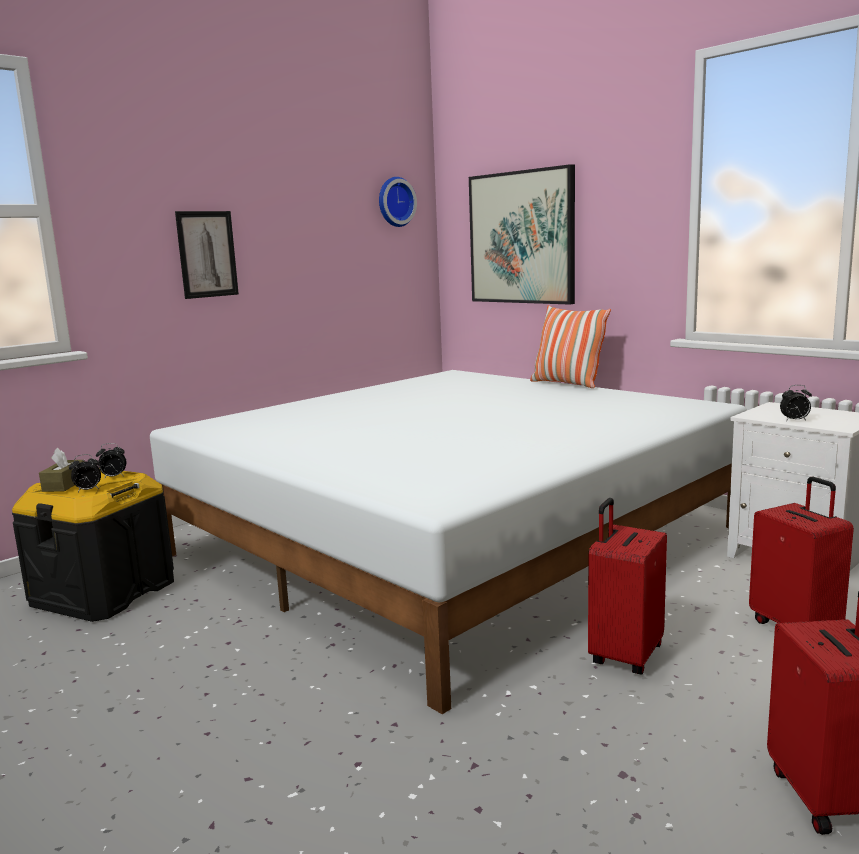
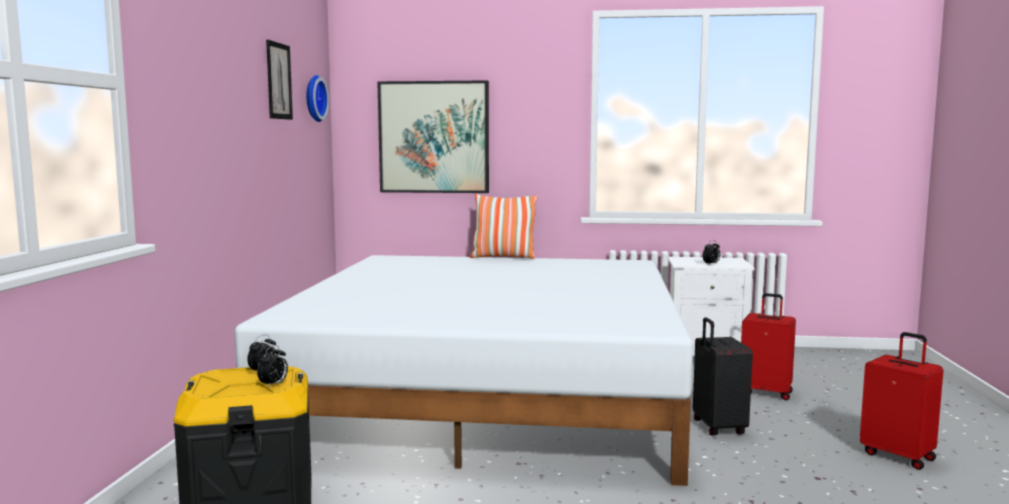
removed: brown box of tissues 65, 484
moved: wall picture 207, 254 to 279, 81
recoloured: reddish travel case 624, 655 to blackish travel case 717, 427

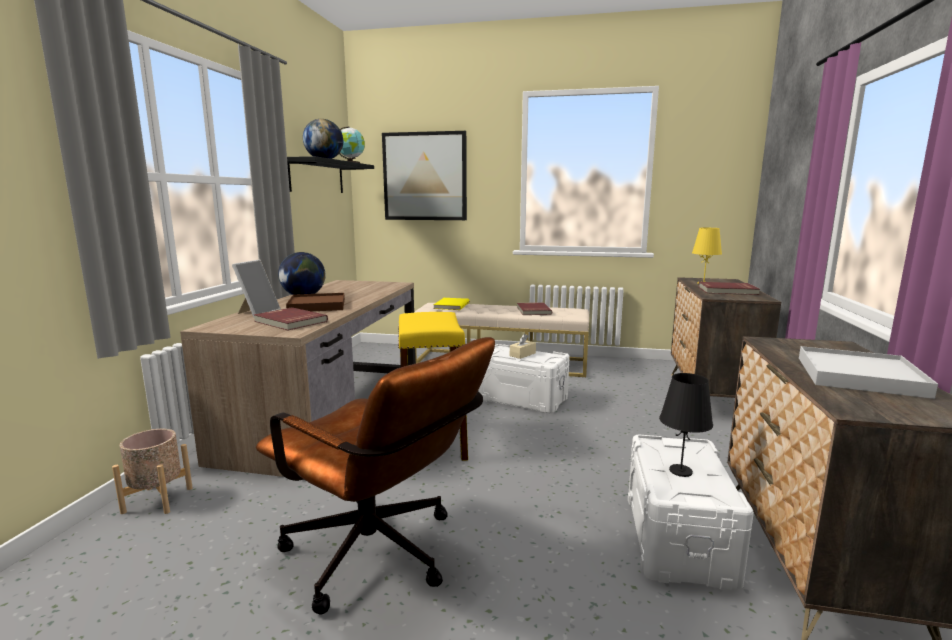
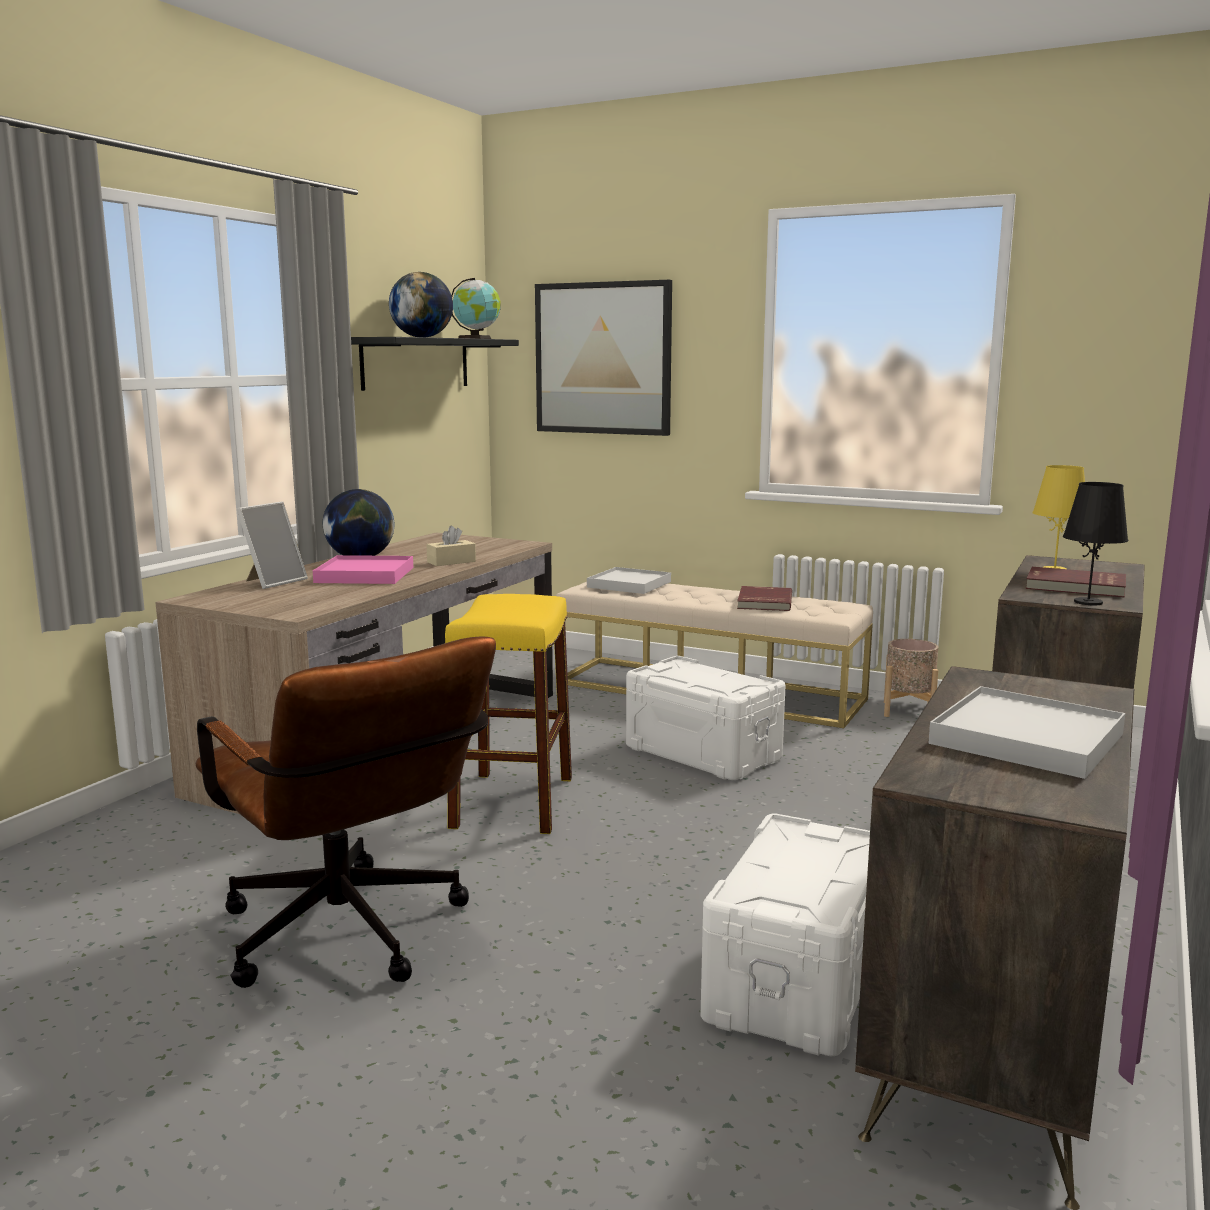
removed: reddish volume 289, 321
moved: beige planter 157, 500 to 908, 711; beige box of tissues 522, 354 to 451, 562; blackish tabletop lamp 680, 471 to 1087, 602
replaced: yellow volume 451, 305 to white tray 629, 584
recoloured: brown tray 317, 306 to pinkish tray 365, 575

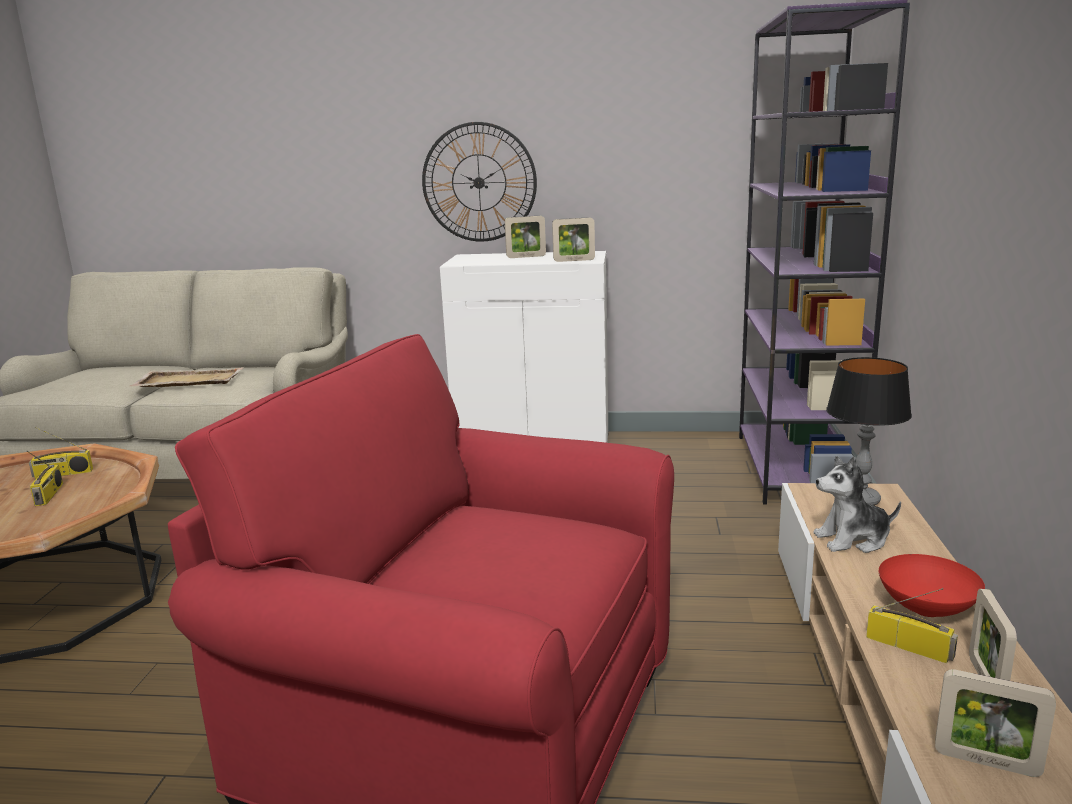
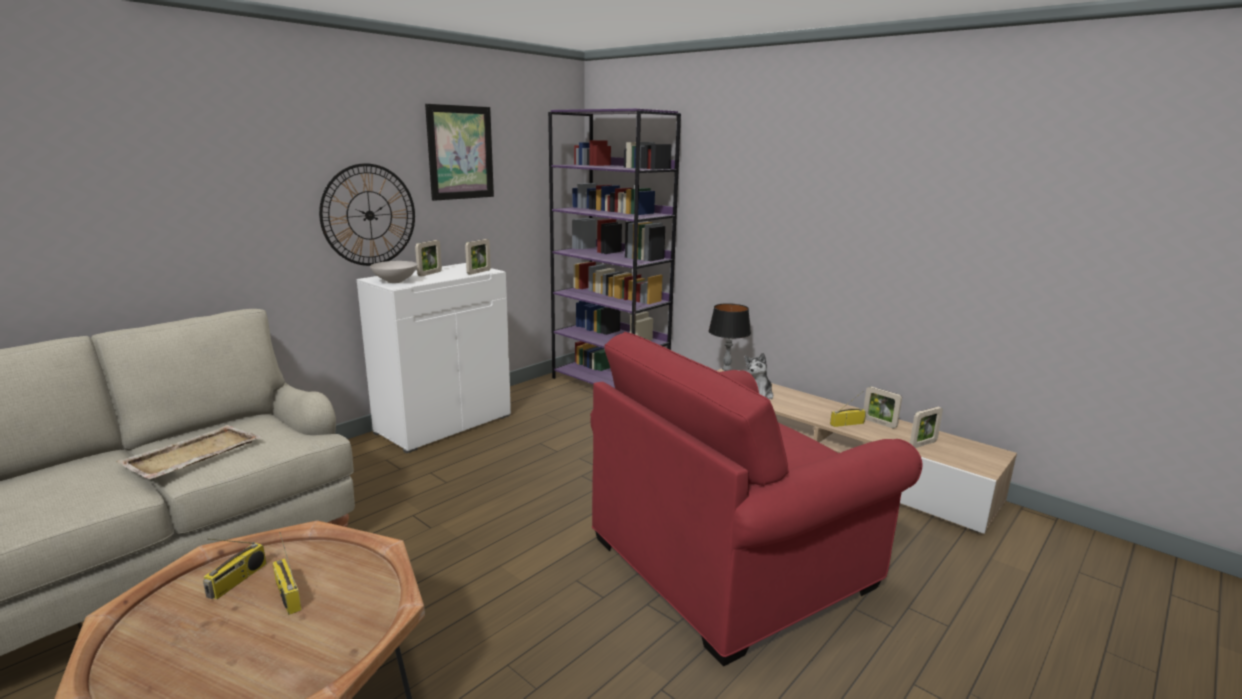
removed: reddish bowl 924, 608
added: white bowl 394, 281; wall picture 460, 152
turned: radio 49, 495 = 287, 595 150 degrees counterclockwise

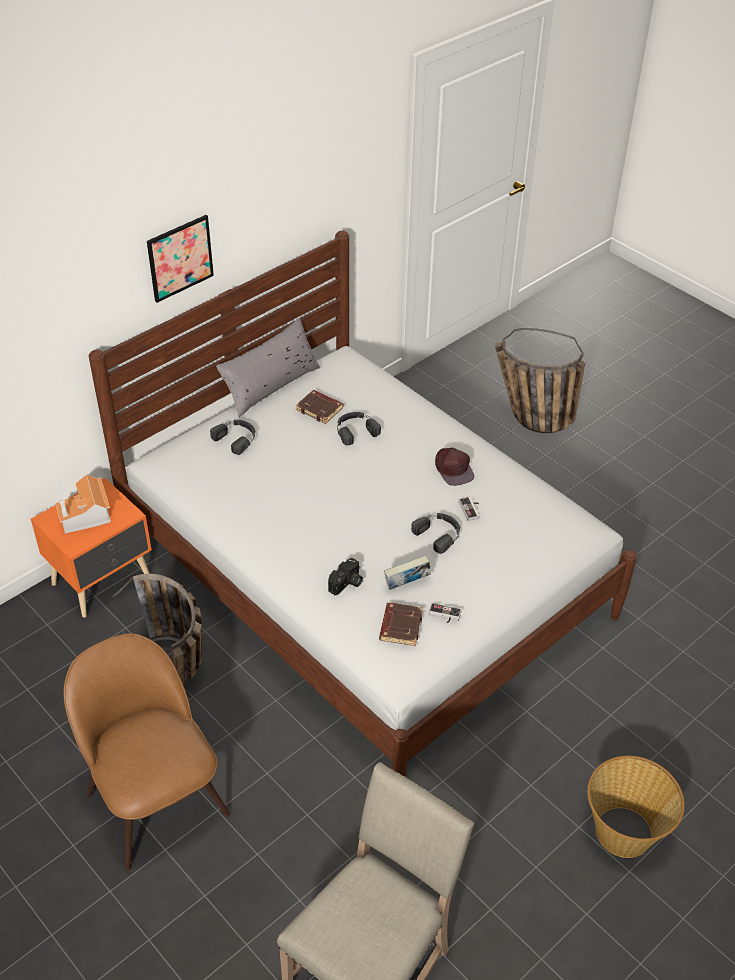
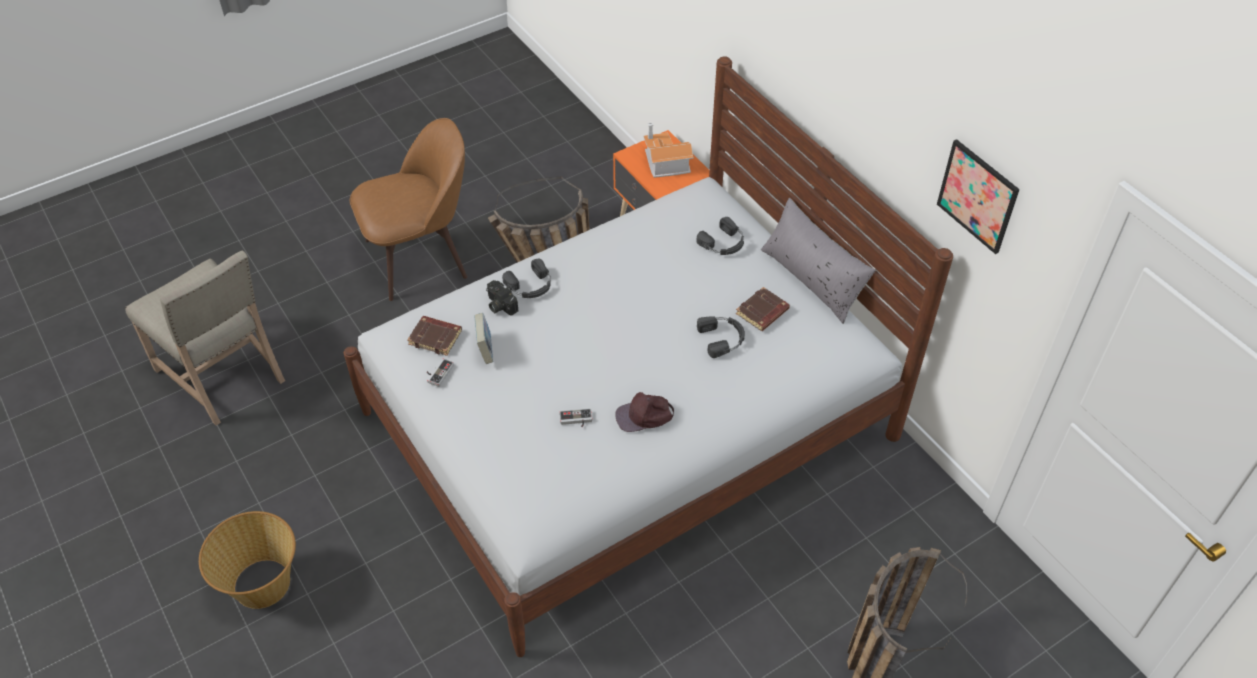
moved: wall picture 180, 258 to 977, 196; blackish headset 439, 533 to 530, 285

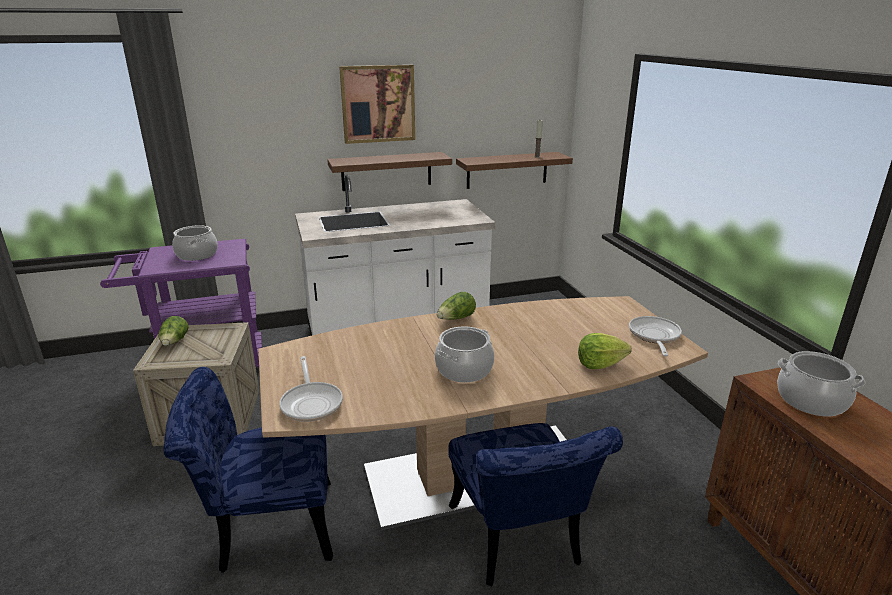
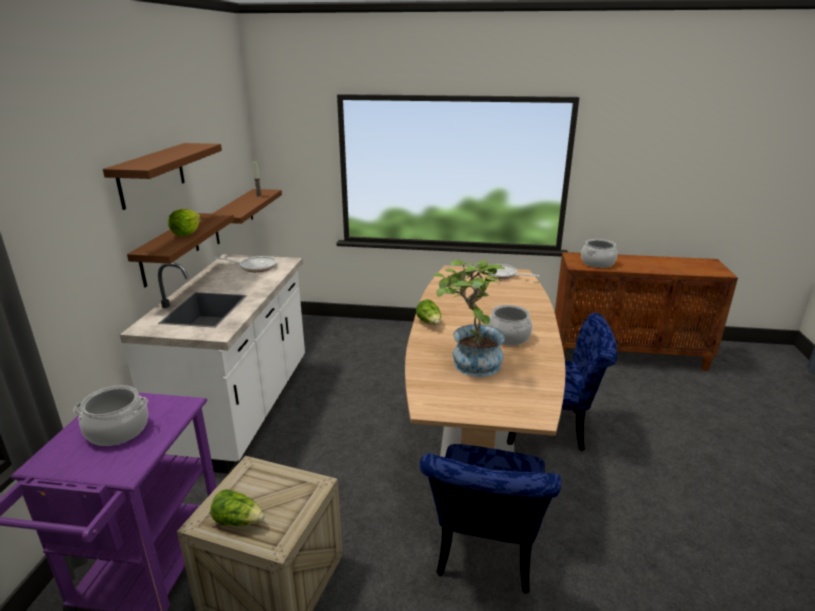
added: potted plant 469, 362
moved: skillet 311, 403 to 255, 267; lettuce head 600, 364 to 187, 233
replaced: wall picture 378, 104 to brown bracket shelf 152, 175

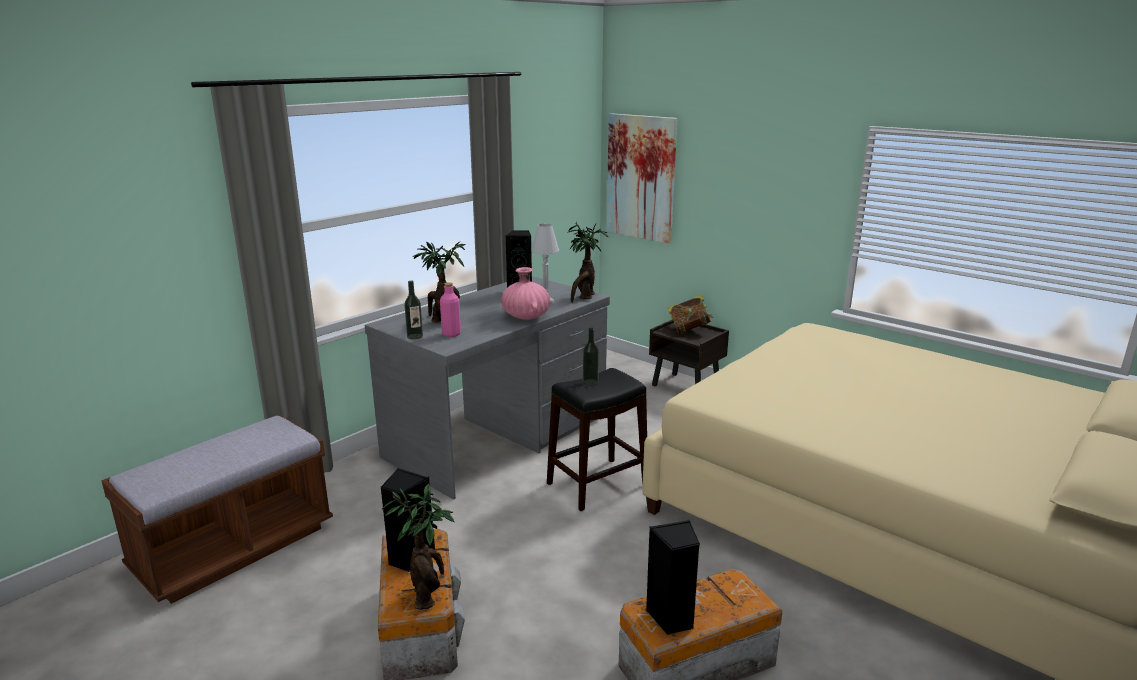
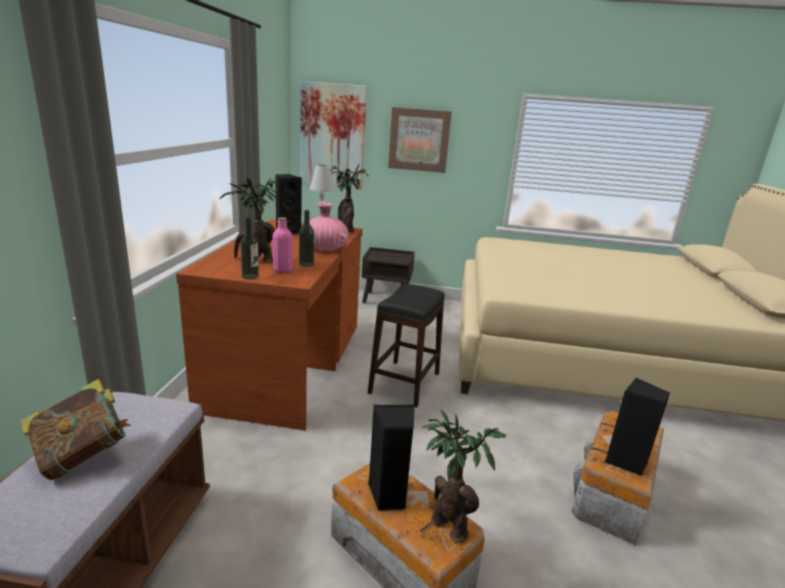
added: wall picture 419, 140
moved: beverage bottle 590, 382 to 306, 264; volume 689, 329 to 82, 455
recoloured: greyish desk table 499, 437 to brown desk table 288, 366

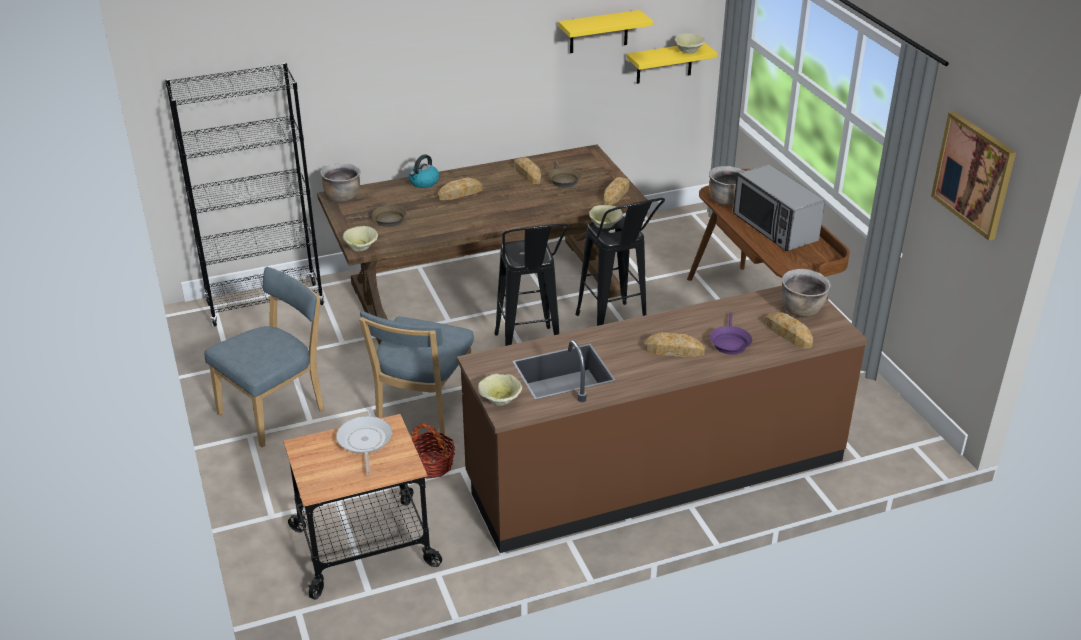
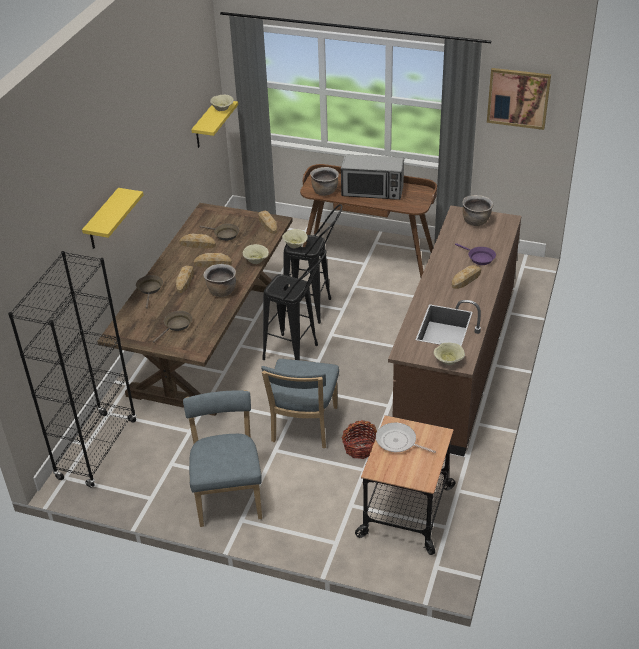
moved: brown stockpot 342, 197 to 221, 291; beige bowl 361, 248 to 256, 260; yellow bracket shelf 598, 32 to 103, 220; bakery bread 788, 333 to 212, 263
replaced: kettle 423, 182 to brown skillet 150, 289
turned: blue-coloured plain chair 422, 410 = 303, 427 45 degrees clockwise

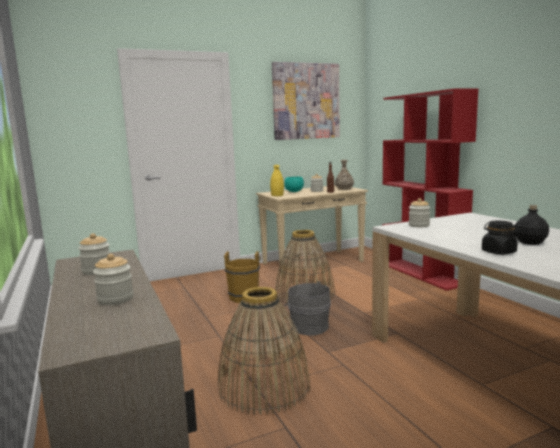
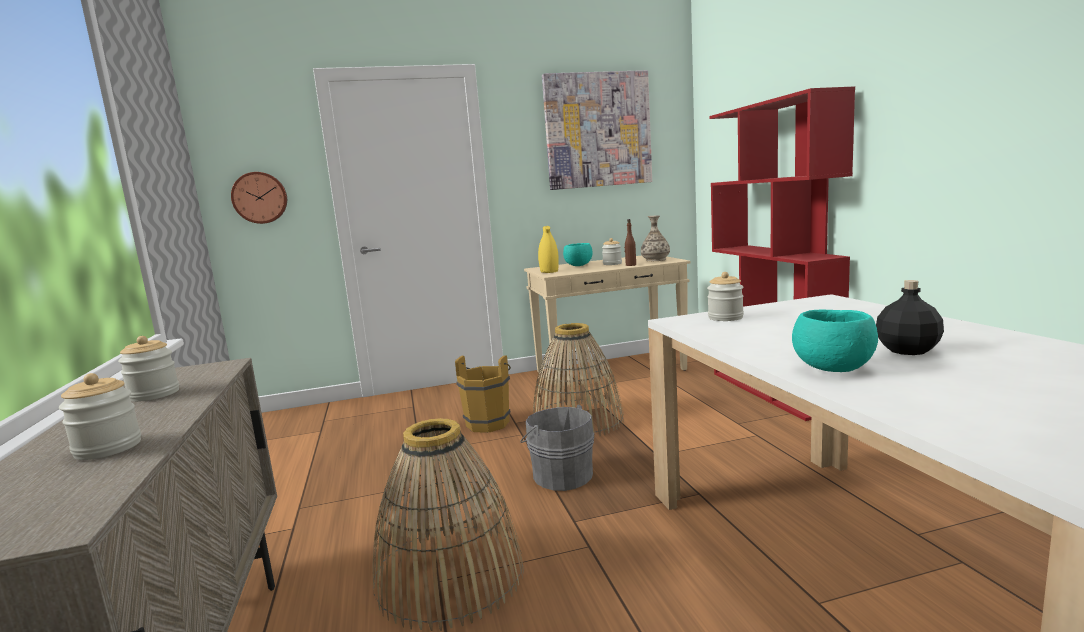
added: wall clock 260, 198
replaced: blackish jar 498, 252 to turquoise-coloured bowl 833, 369

